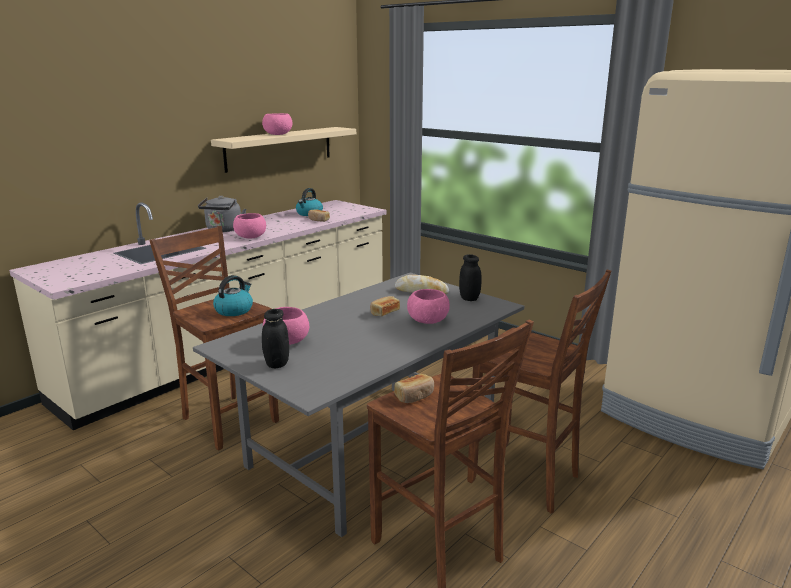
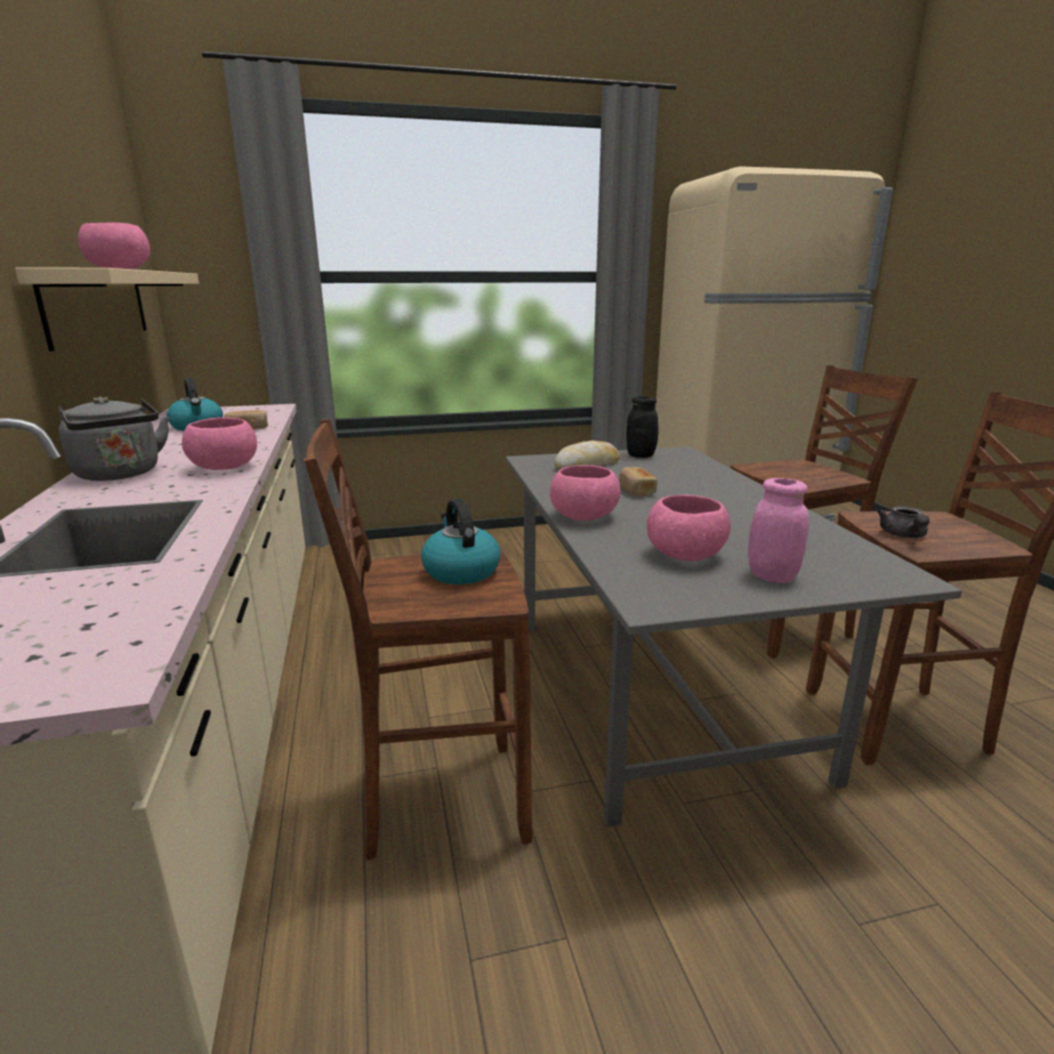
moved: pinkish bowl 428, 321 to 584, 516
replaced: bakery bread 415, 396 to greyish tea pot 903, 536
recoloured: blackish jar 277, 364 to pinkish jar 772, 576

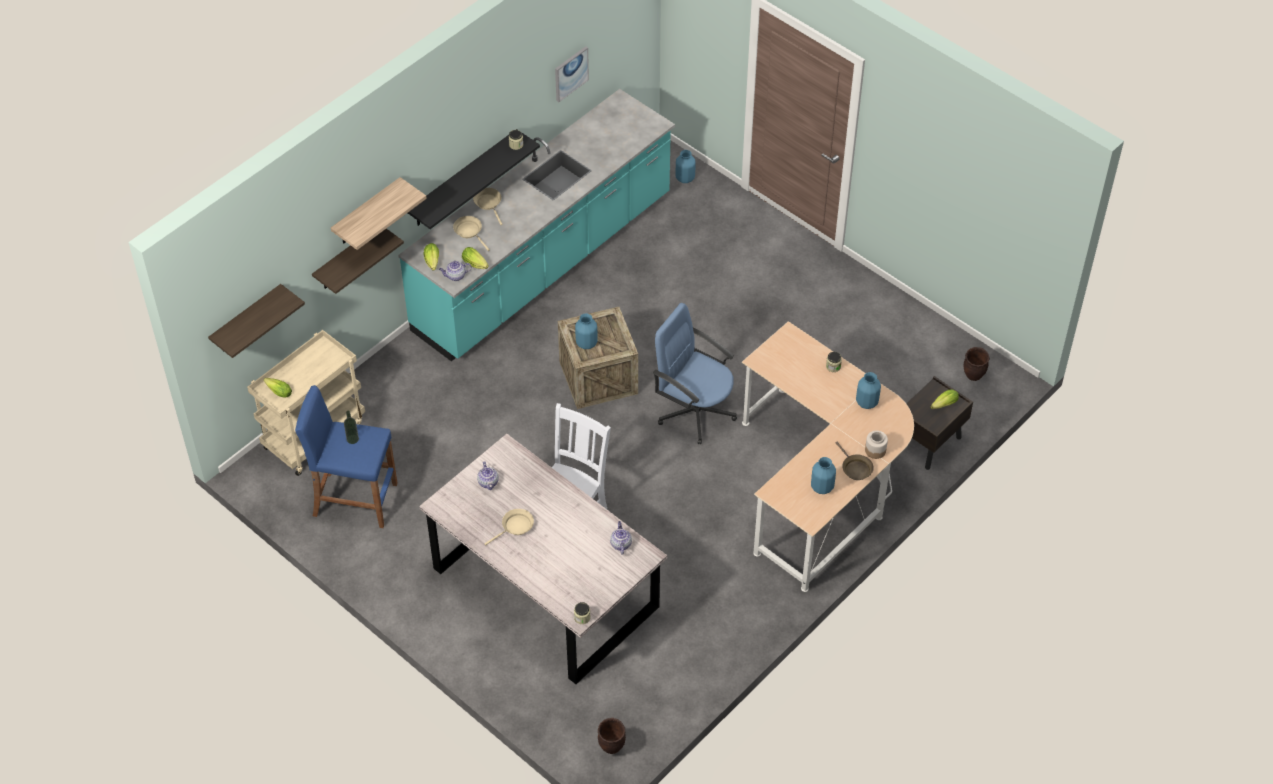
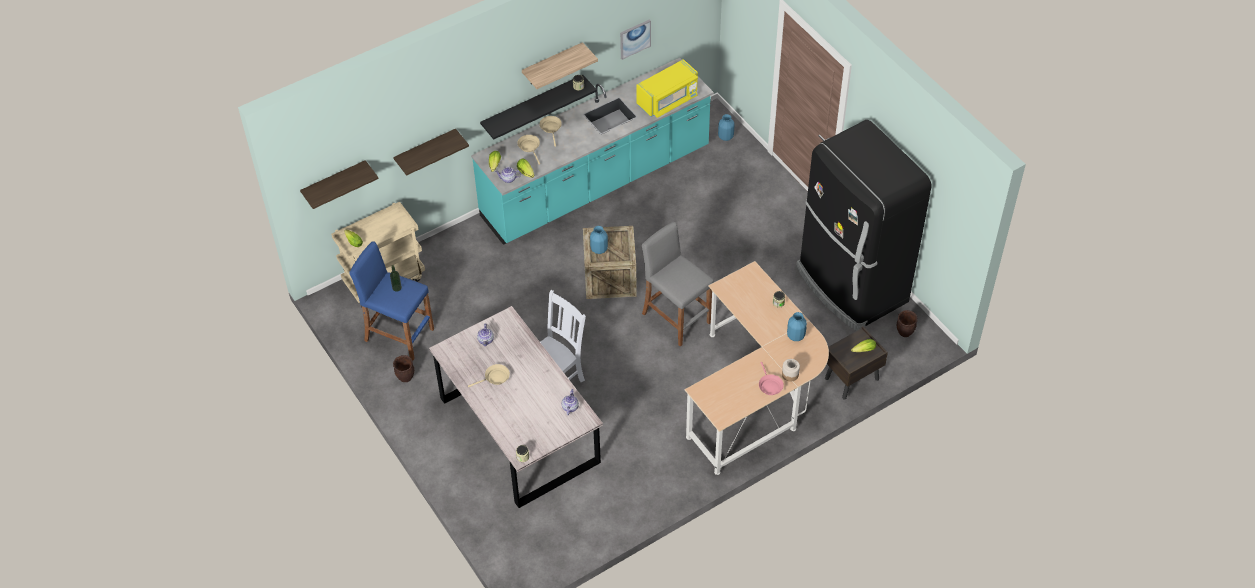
removed: blue-coloured flower vase 822, 487
added: yellow microwave oven 668, 100; blackish fridge 850, 286
moved: bracket shelf 367, 213 to 552, 64; brown planter 611, 747 to 405, 378
replaced: blue-coloured computer chair 695, 411 to greyish stool 676, 318
recoloured: brown skillet 855, 468 to pinkish skillet 769, 385

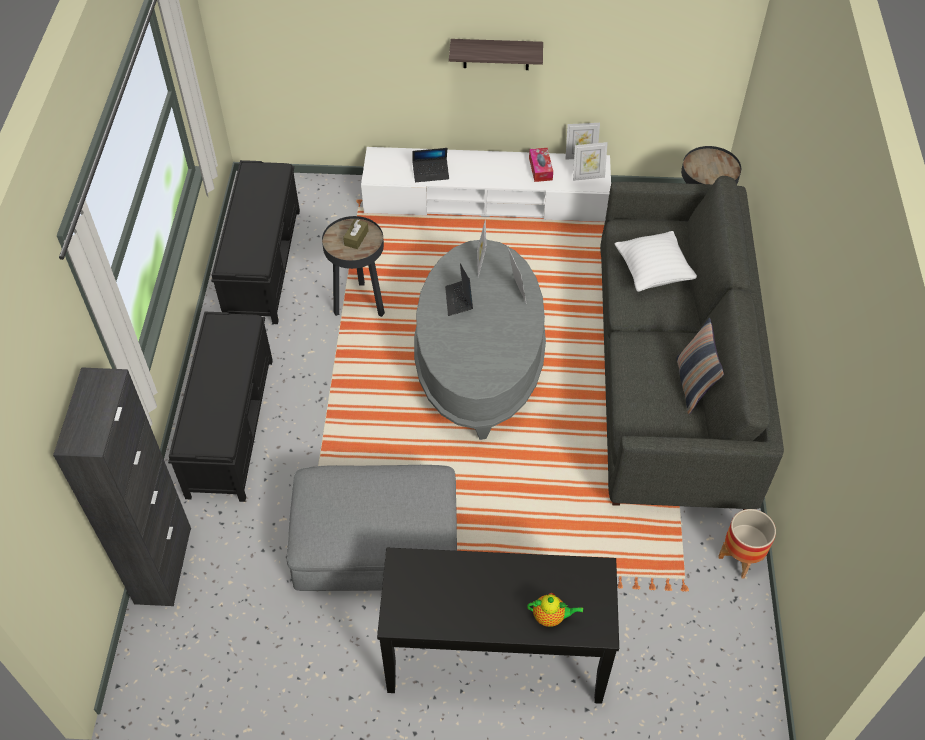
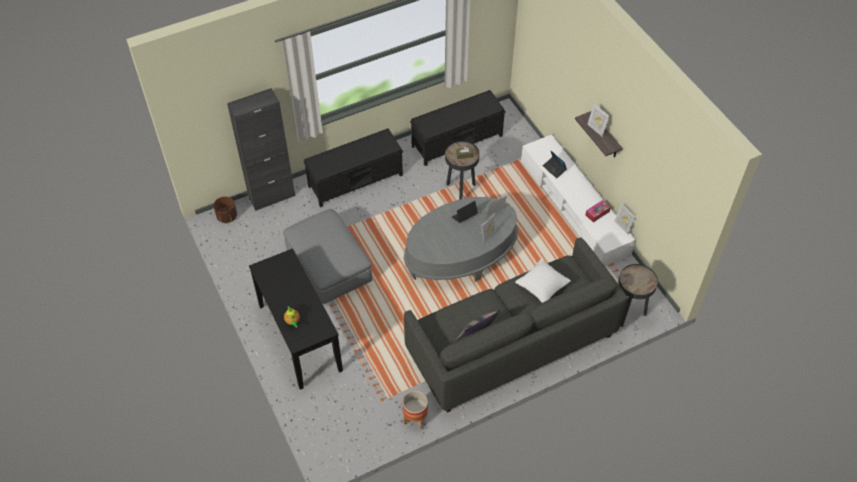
added: brown planter 227, 216
moved: standing frame 588, 176 to 596, 129

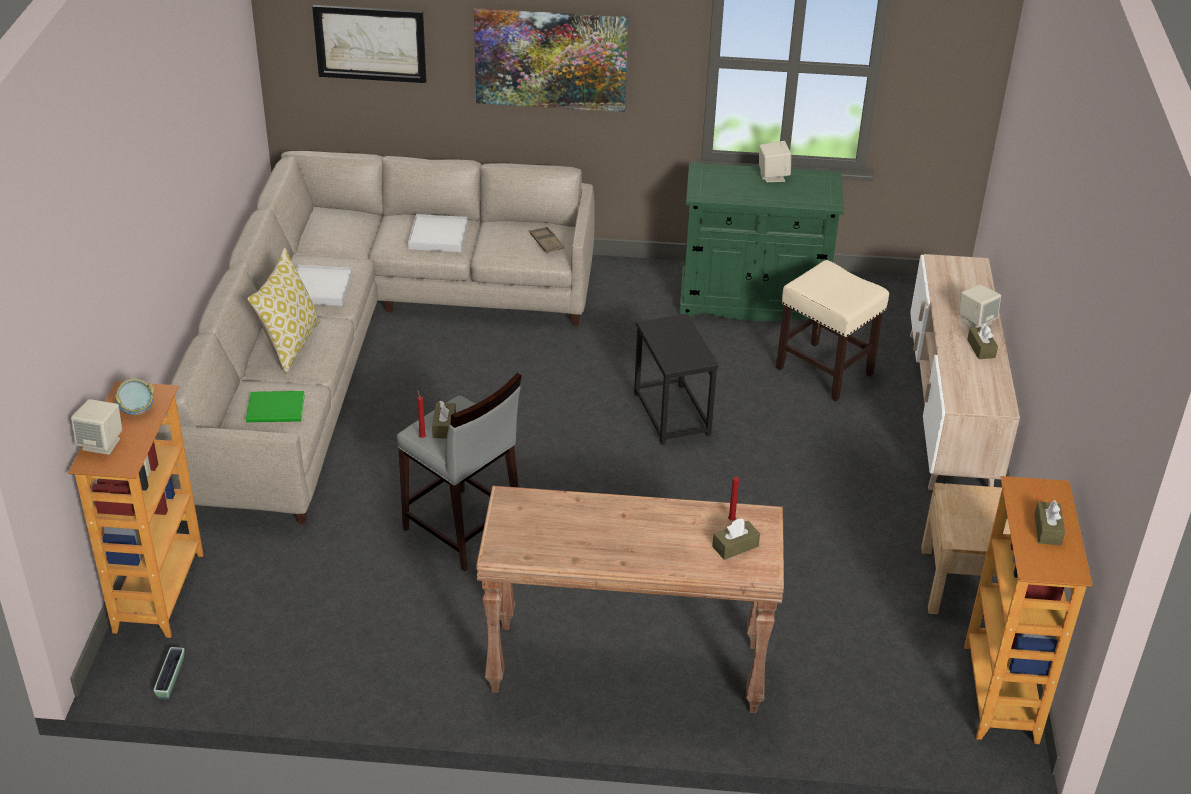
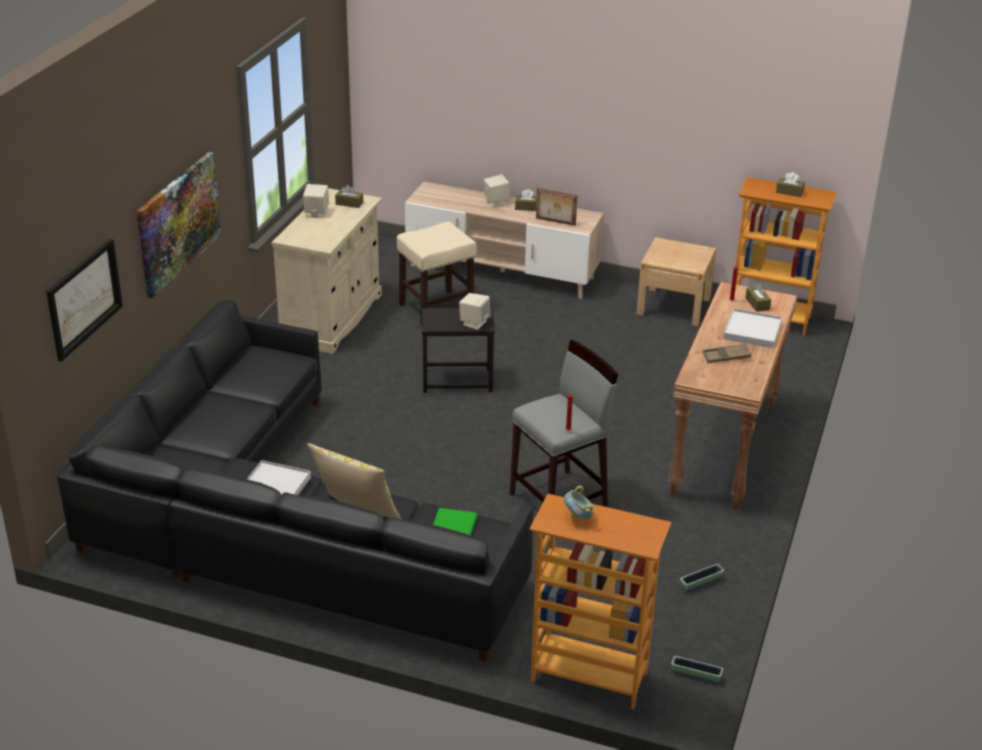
added: standing frame 555, 222; planter 701, 583
moved: beige loudspeaker 102, 444 to 474, 323; white tray 438, 236 to 752, 331; brown box of tissues 444, 426 to 349, 203; brown tray 546, 243 to 726, 357
recoloured: beige couch 361, 342 to blackish couch 276, 524; greenish cabinet 753, 301 to beige cabinet 332, 318

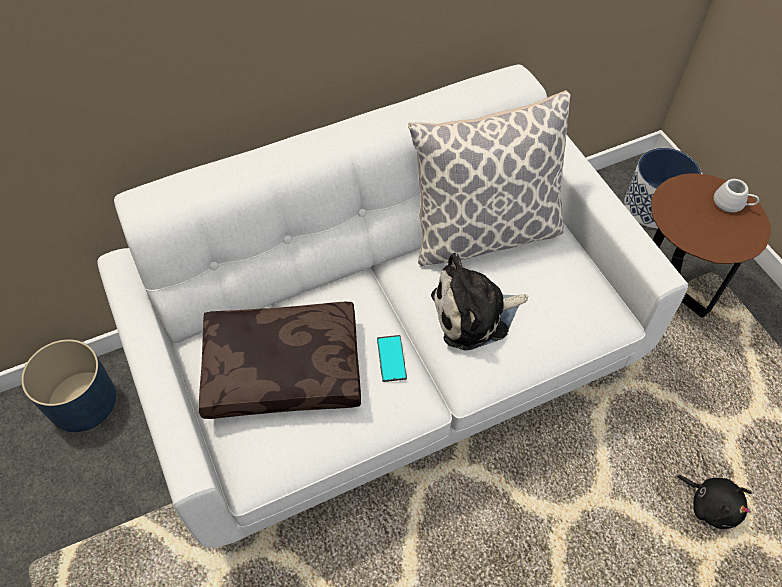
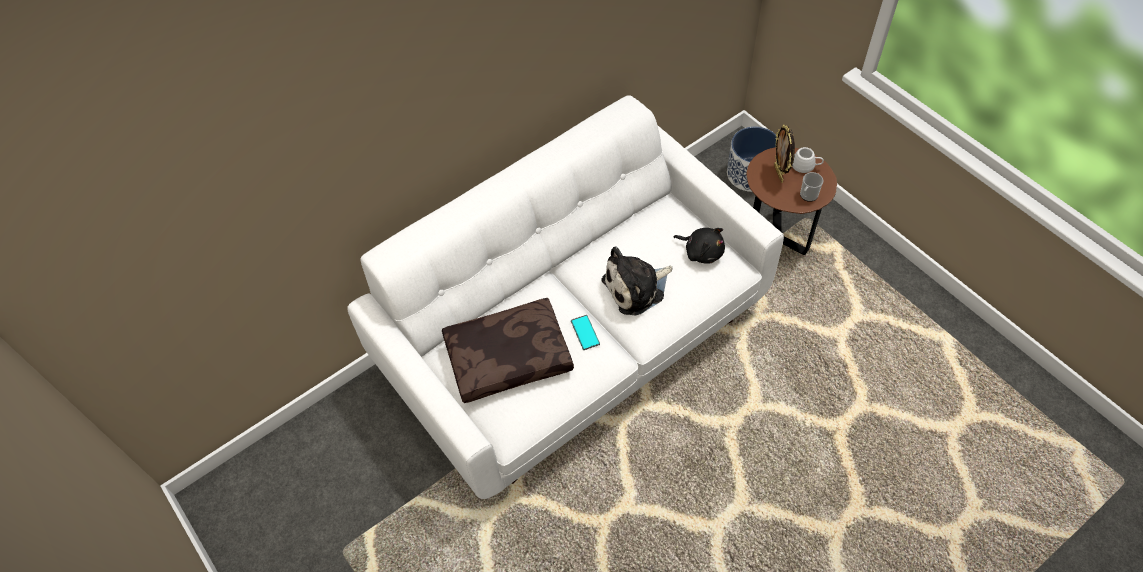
removed: blue-coloured planter 82, 401; cushion 484, 232
added: standing frame 779, 174; coffee mug 807, 196
moved: blackish cuddly toy 711, 505 to 701, 251

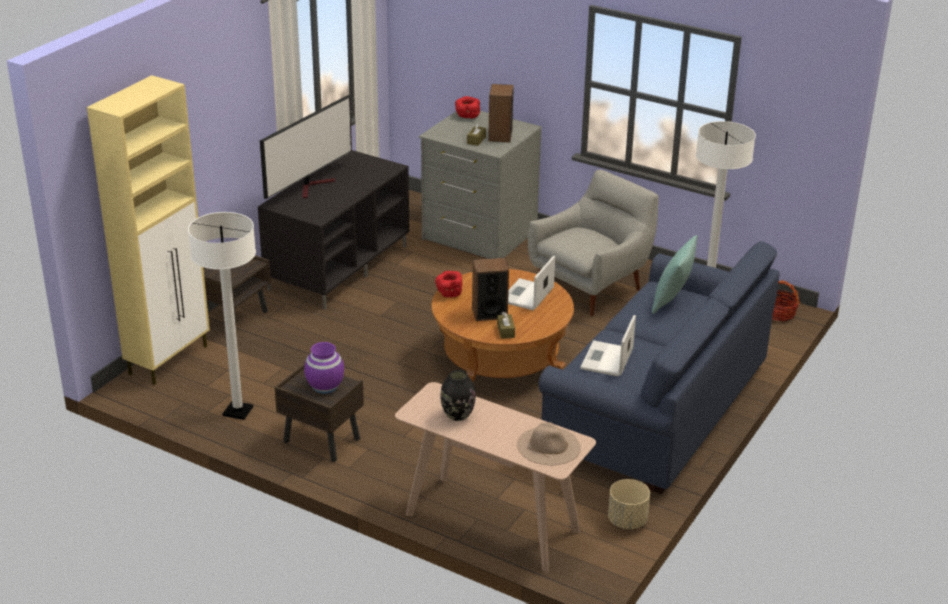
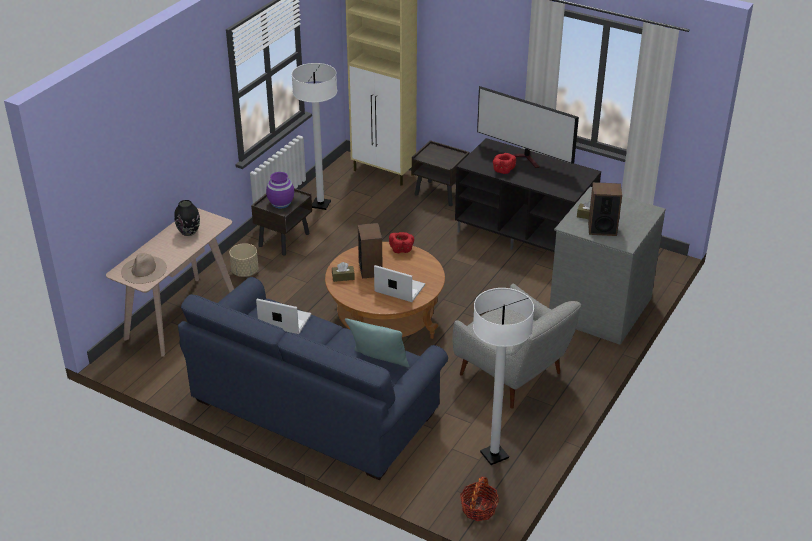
moved: reddish bowl 467, 116 to 503, 170; beige planter 627, 521 to 245, 272

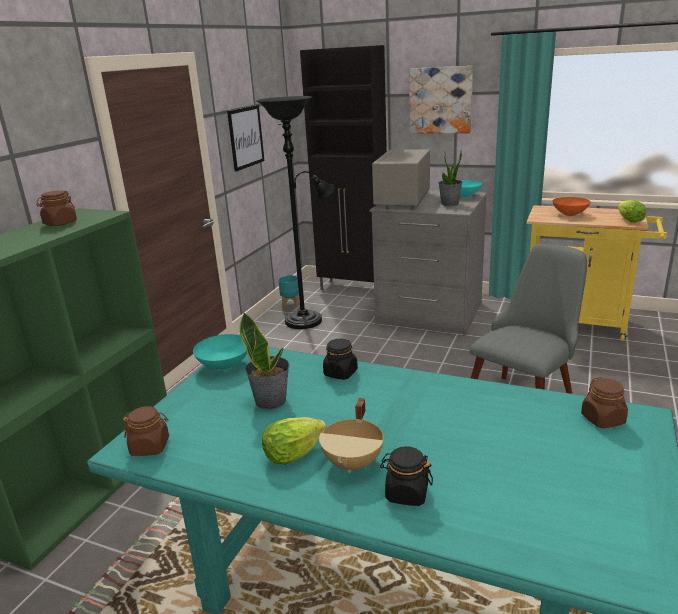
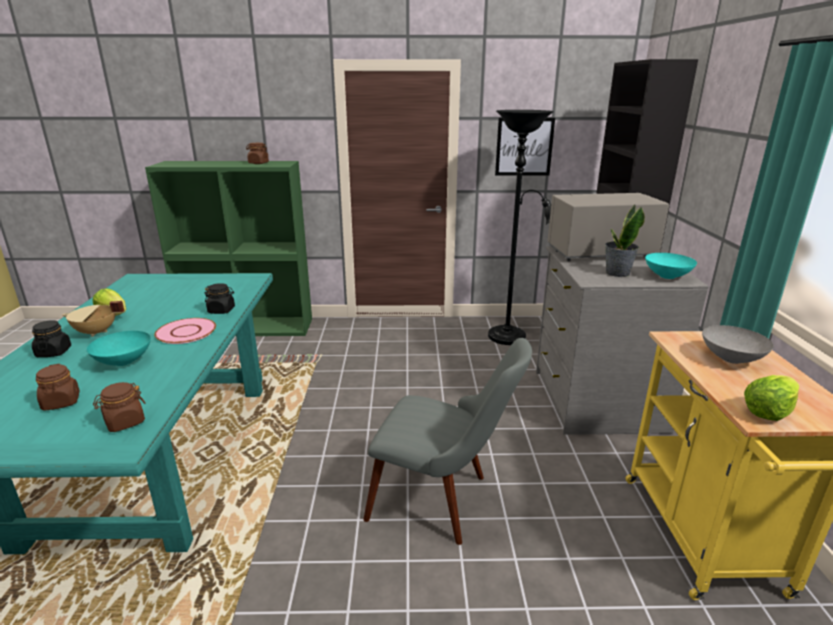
removed: potted plant 271, 400; turquoise-coloured planter 290, 304; wall picture 440, 100
added: pinkish flat dish 186, 332
moved: brown jar 150, 447 to 61, 402; turquoise-coloured bowl 223, 365 to 123, 361
recoloured: orangey bowl 570, 214 to greyish bowl 732, 359

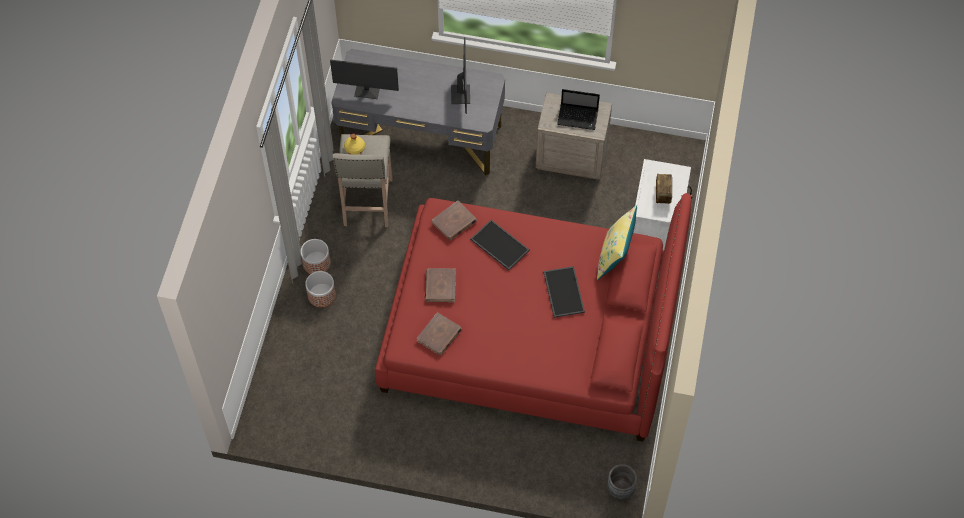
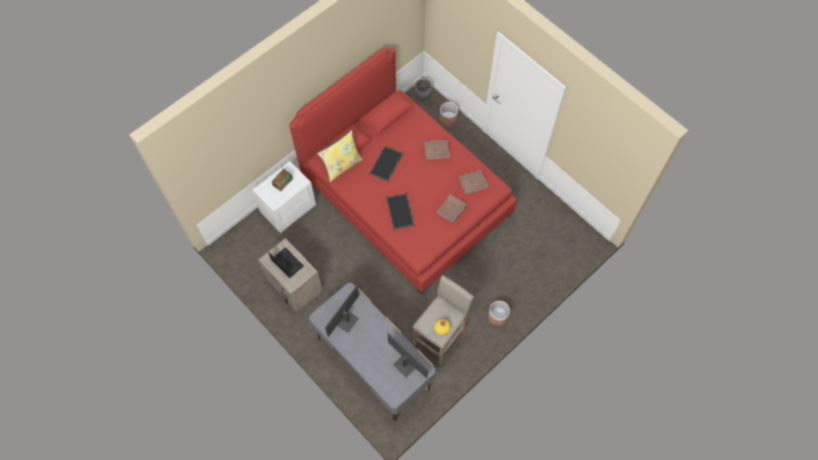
moved: planter 321, 295 to 448, 118; brown volume 454, 222 to 436, 150

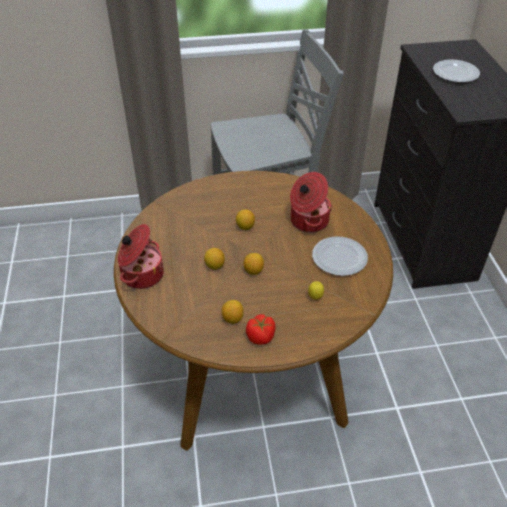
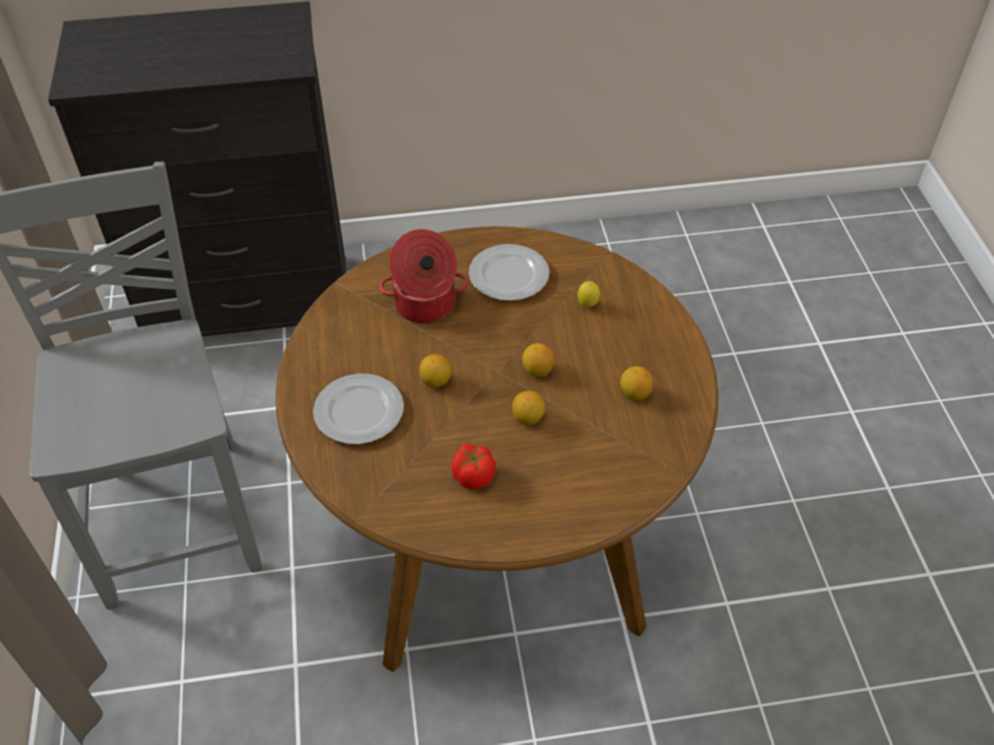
removed: stockpot 141, 274
moved: tomato 261, 336 to 473, 476; flat dish 455, 74 to 360, 411

